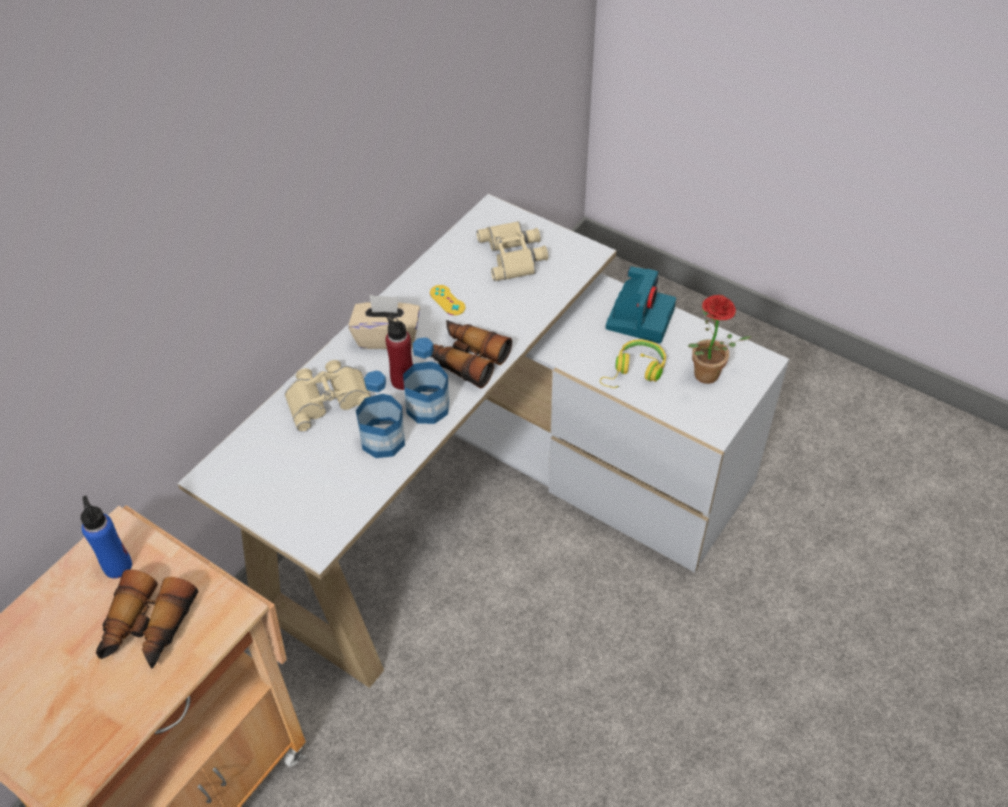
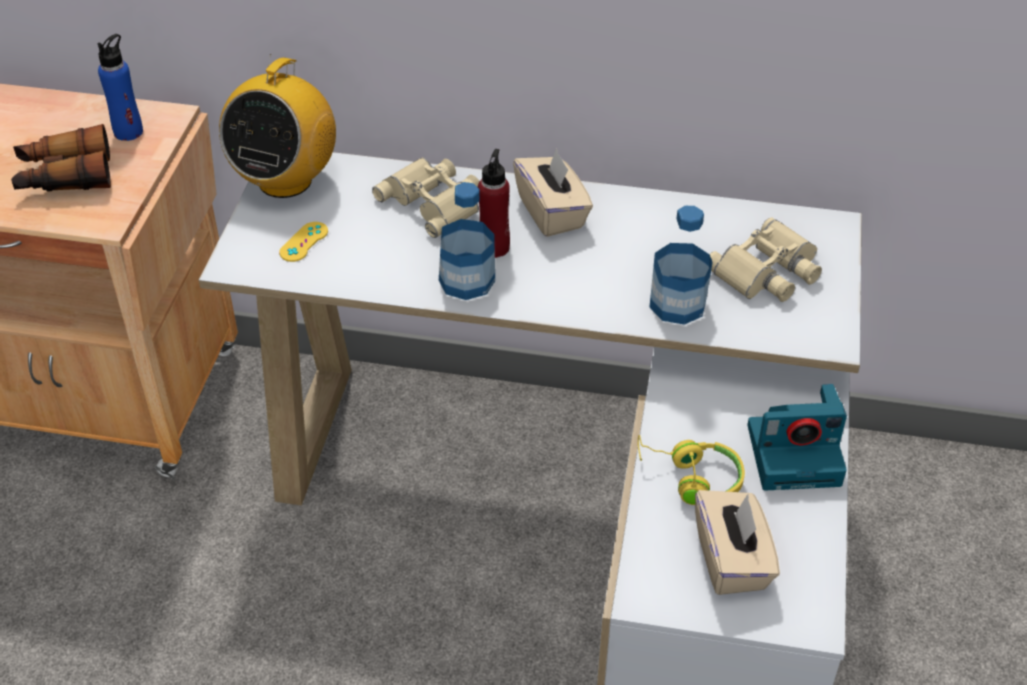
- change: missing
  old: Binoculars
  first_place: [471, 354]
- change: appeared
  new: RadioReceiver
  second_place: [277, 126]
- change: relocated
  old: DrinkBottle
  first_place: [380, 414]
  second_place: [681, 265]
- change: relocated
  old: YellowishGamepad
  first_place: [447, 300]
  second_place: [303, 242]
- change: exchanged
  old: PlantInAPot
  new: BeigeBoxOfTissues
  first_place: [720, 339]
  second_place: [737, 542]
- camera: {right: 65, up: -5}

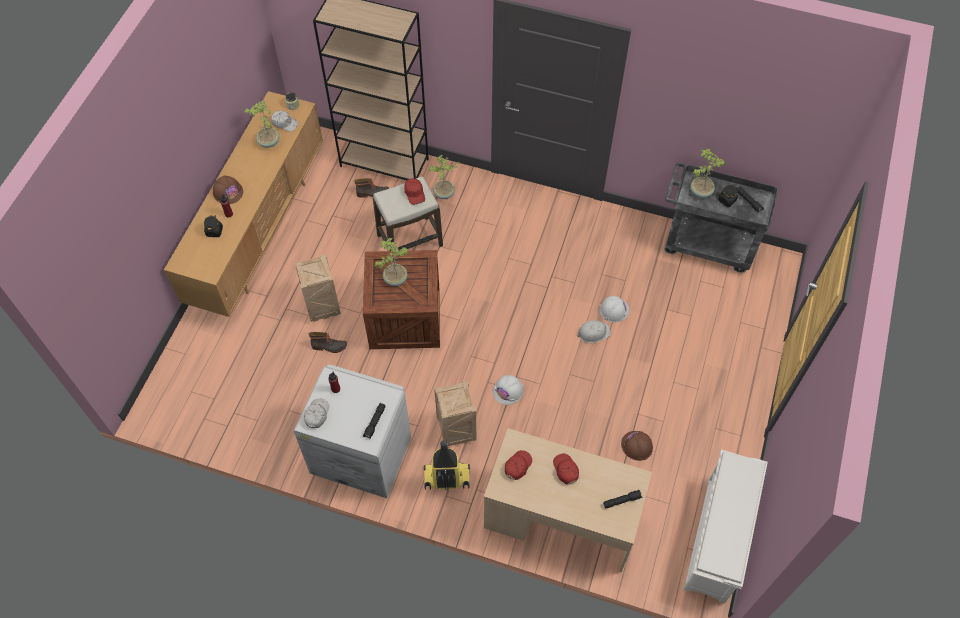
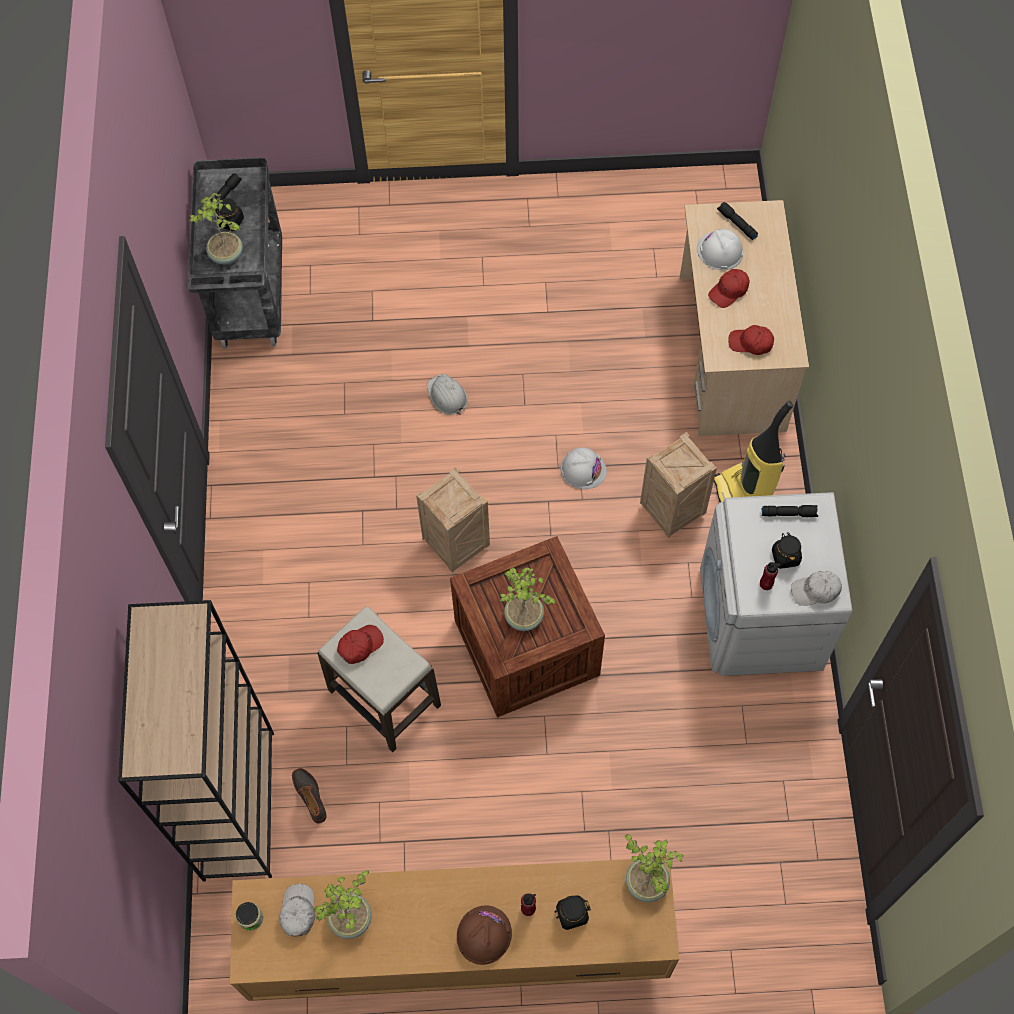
- change: missing
  old: TallBoot
  first_place: [328, 342]
- change: missing
  old: BrownSafetyHelmet
  first_place: [637, 446]
- change: missing
  old: WhiteColouredShoeRack
  first_place: [725, 527]
- change: appeared
  new: BlackPreserveJar
  second_place: [787, 550]
- change: relocated
  old: ShippingCrate
  first_place: [317, 288]
  second_place: [453, 520]
- change: relocated
  old: PlantInAPot
  first_place: [445, 177]
  second_place: [654, 868]
- change: relocated
  old: WhiteColouredSafetyHelmet
  first_place: [614, 309]
  second_place: [720, 249]
- camera: {right: -110, up: 5}

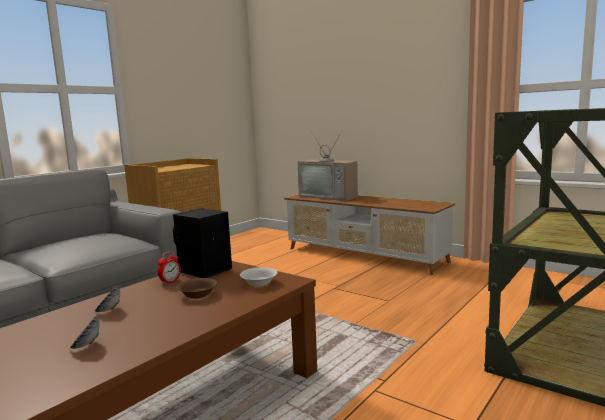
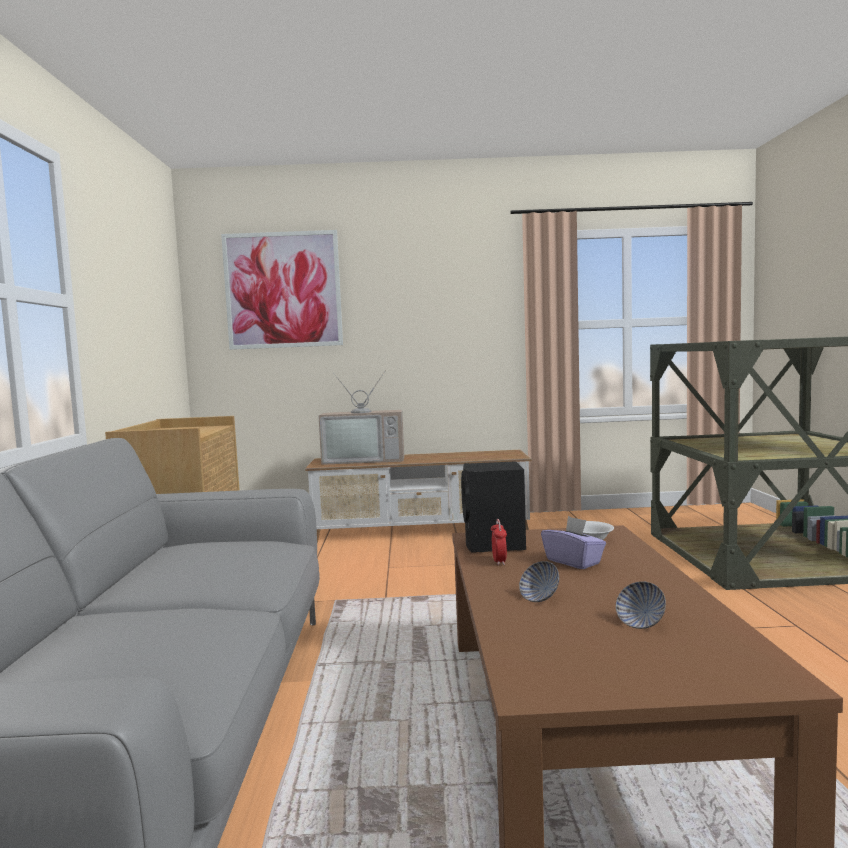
- change: appeared
  new: WallArt
  second_place: [282, 290]
- change: exchanged
  old: BrownBowl
  new: PurpleColouredBoxOfTissues
  first_place: [197, 288]
  second_place: [573, 542]
- camera: {right: -40, up: -5}

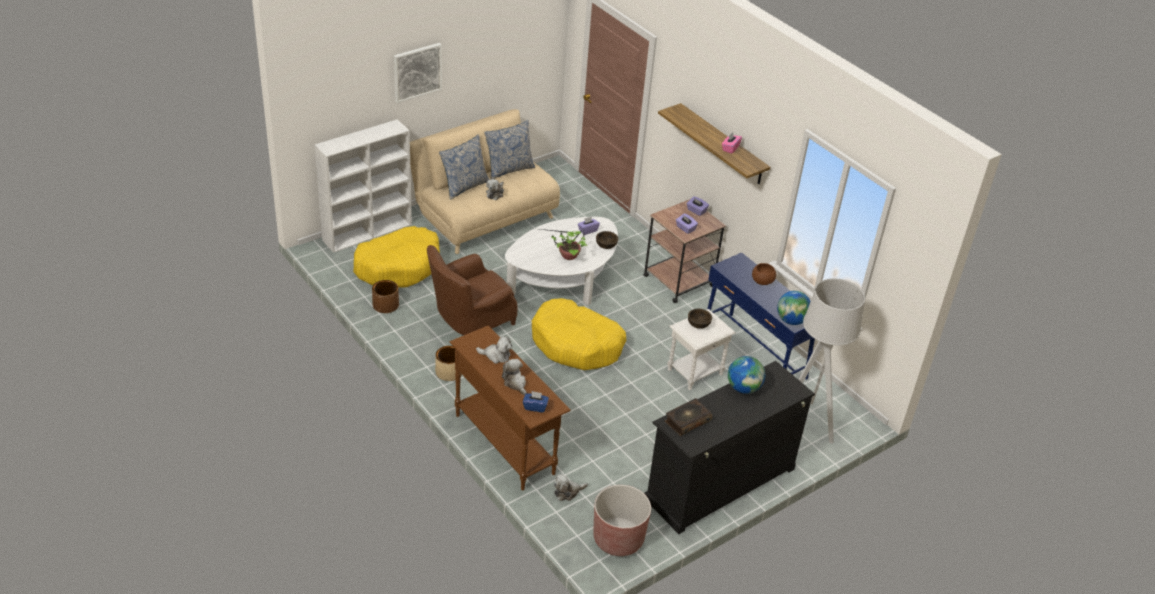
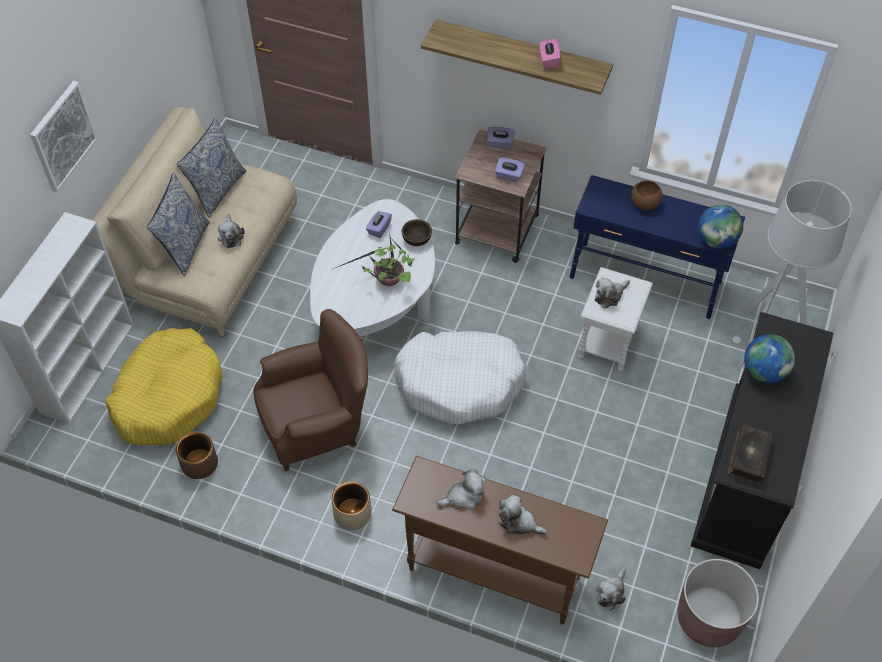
- change: missing
  old: BluishBoxOfTissues
  first_place: [536, 402]
- change: exchanged
  old: BrownBowl
  new: CuddlyToy
  first_place: [700, 319]
  second_place: [612, 293]
- change: colour
  old: YellowishDogCushion
  new: WhiteColouredDogCushion
  first_place: [579, 334]
  second_place: [460, 377]
- change: spun
  old: BrownArmchair
  first_place: [472, 290]
  second_place: [310, 390]
  degrees: -135
- camera: {right: -30, up: 15}

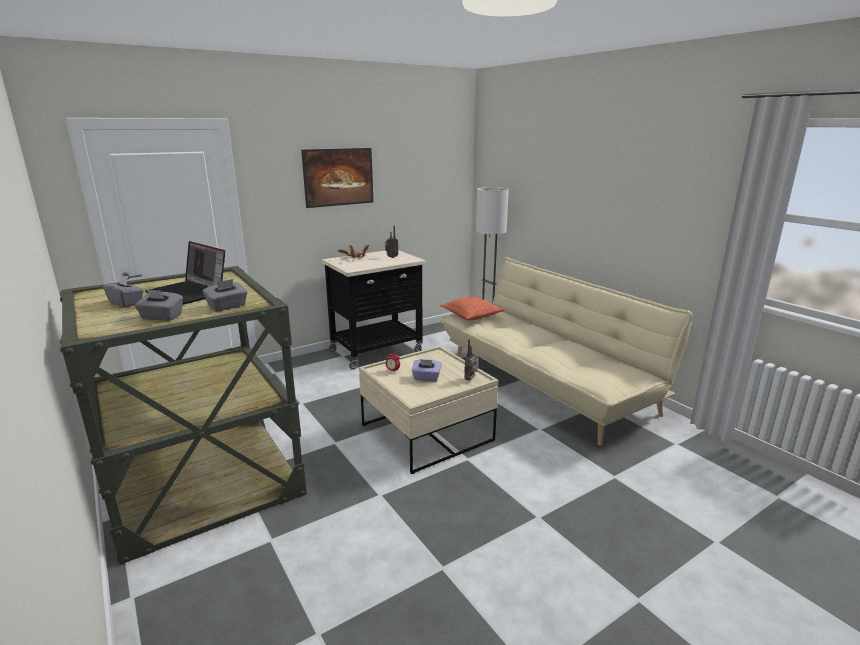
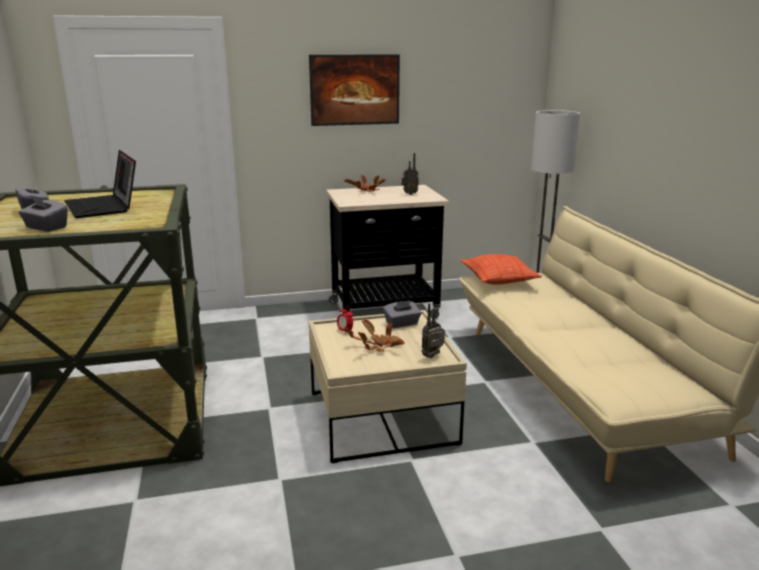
- change: relocated
  old: GreyishBoxOfTissues
  first_place: [225, 295]
  second_place: [402, 314]
- change: exchanged
  old: PurpleColouredBoxOfTissues
  new: PlantInAPot
  first_place: [427, 370]
  second_place: [375, 336]
- camera: {right: 20, up: 0}

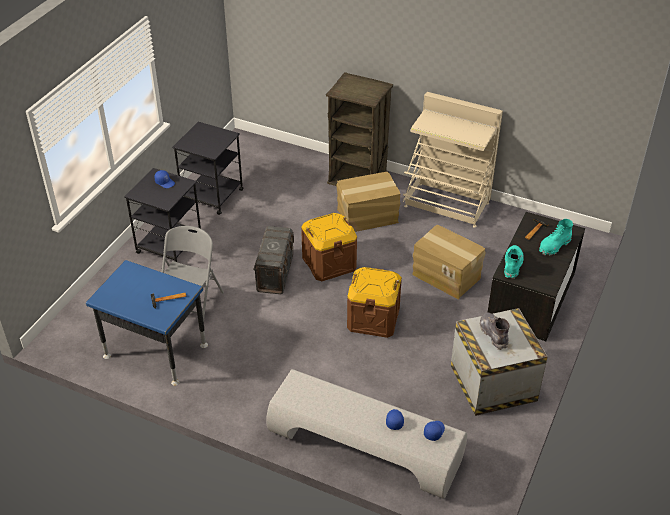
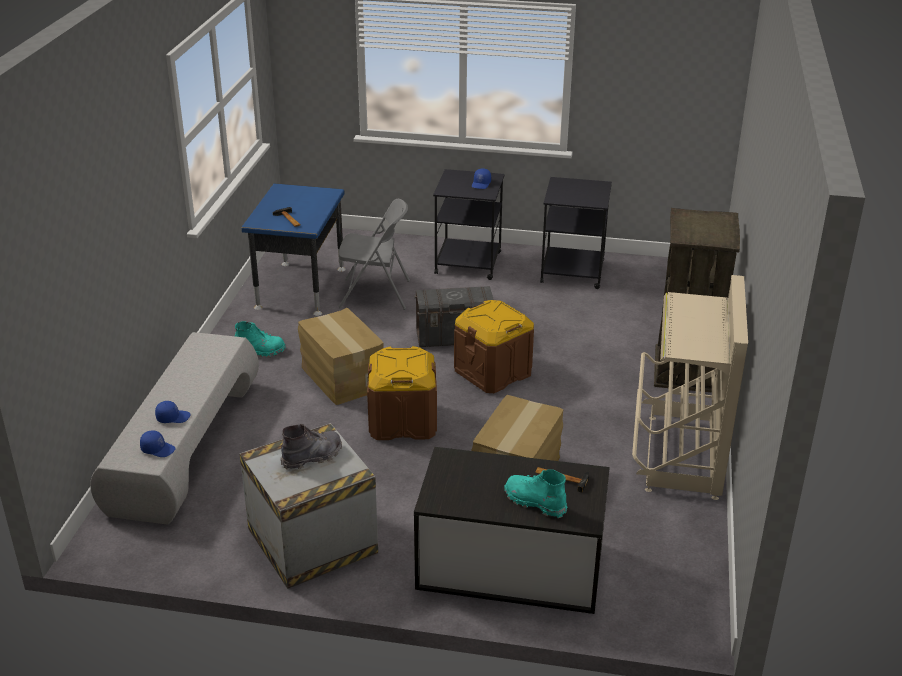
- change: relocated
  old: PackingBox
  first_place: [368, 202]
  second_place: [341, 356]
- change: relocated
  old: TurquoiseColouredTallBoot
  first_place: [514, 262]
  second_place: [260, 339]
- camera: {right: 75, up: -10}

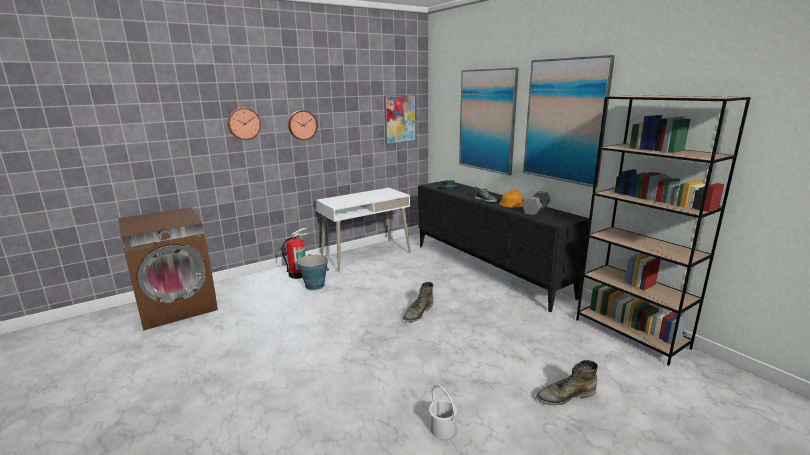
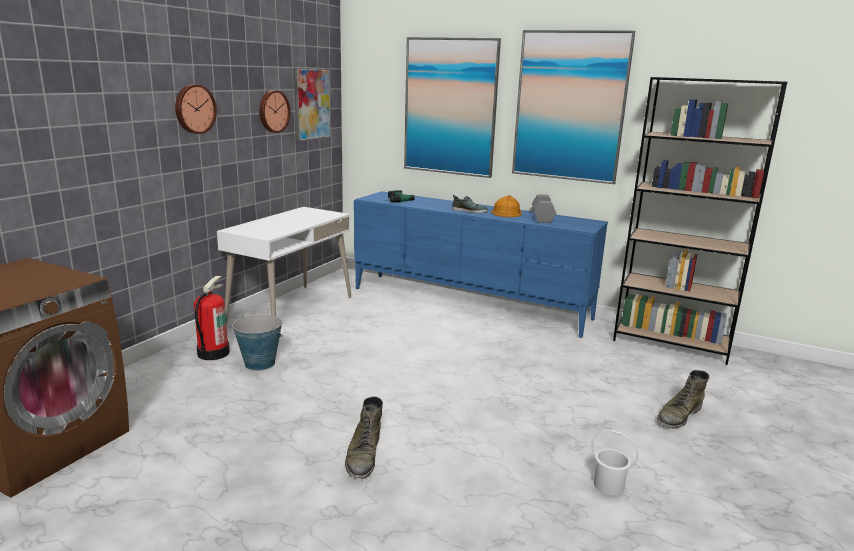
- change: relocated
  old: WallClock
  first_place: [244, 124]
  second_place: [275, 111]
- change: relocated
  old: GreenTallBoot
  first_place: [418, 302]
  second_place: [364, 437]
- change: colour
  old: BlackStorageCabinet
  new: BluishStorageCabinet
  first_place: [503, 246]
  second_place: [481, 264]
- camera: {right: -30, up: 0}

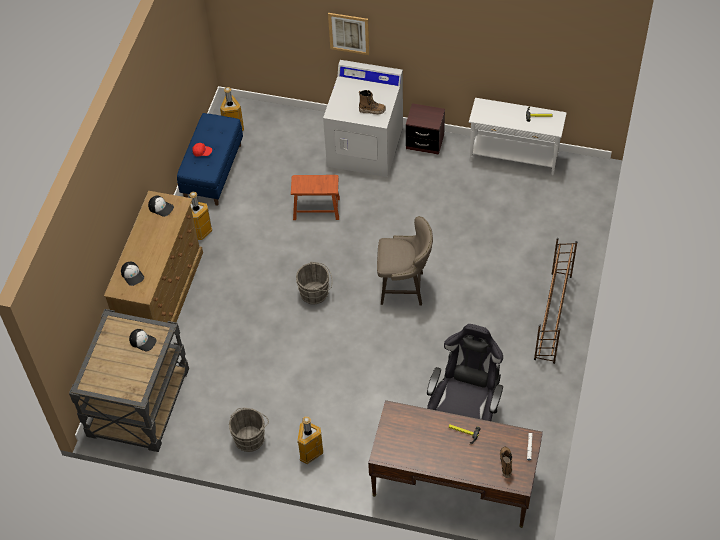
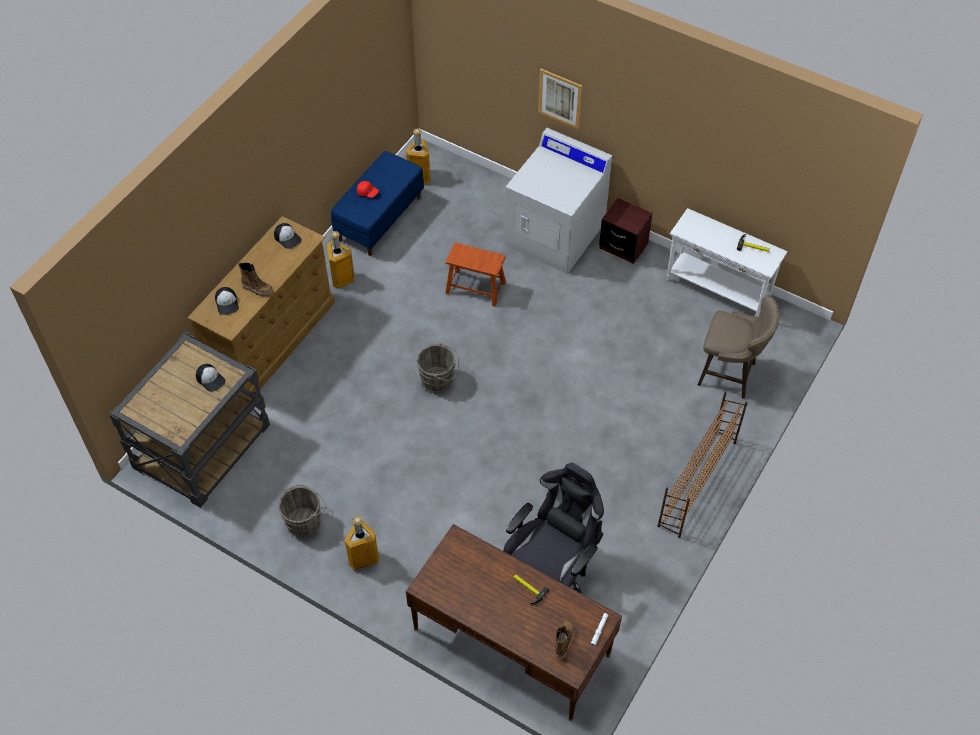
- change: relocated
  old: TallBoot
  first_place: [372, 102]
  second_place: [255, 279]
- change: relocated
  old: BeigeStoolSeat
  first_place: [405, 261]
  second_place: [739, 347]
- camera: {right: 15, up: 0}

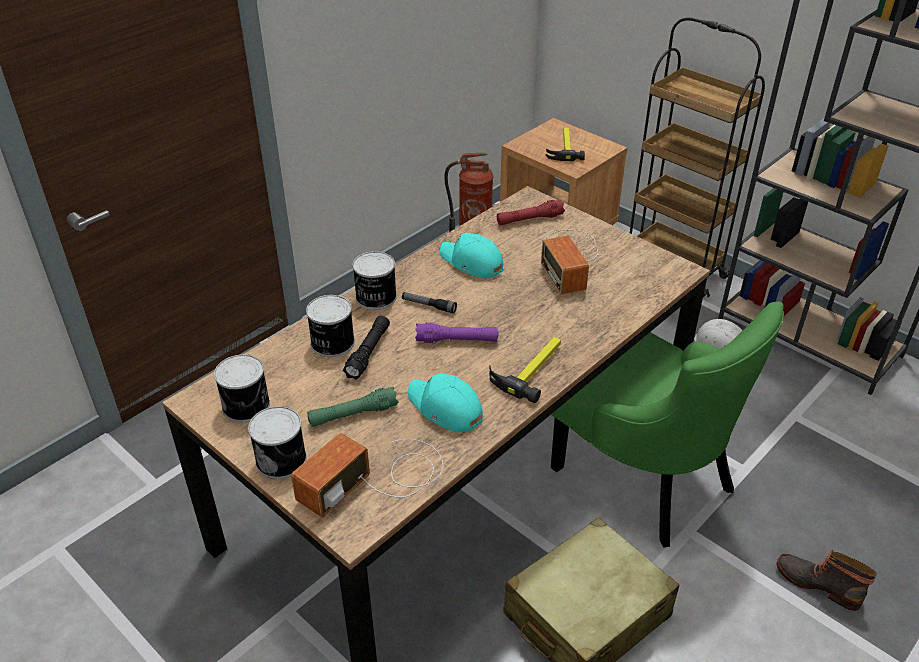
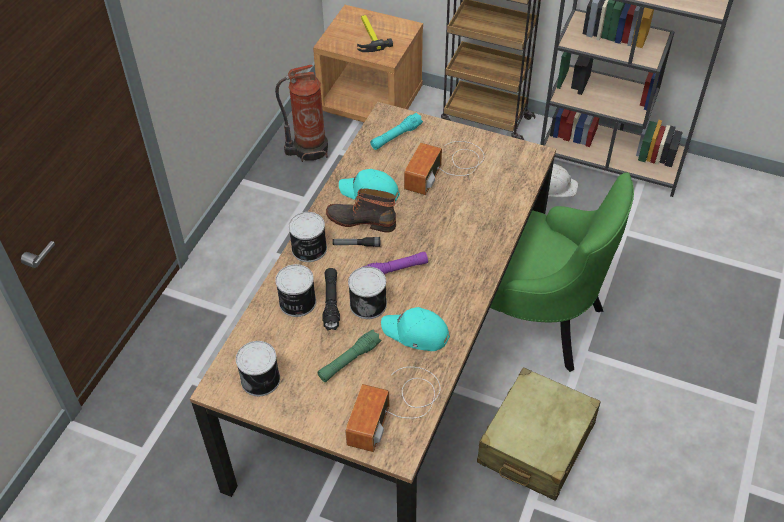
- change: missing
  old: Hammer
  first_place: [525, 370]
- change: relocated
  old: Can
  first_place: [277, 442]
  second_place: [367, 292]
- change: relocated
  old: TallBoot
  first_place: [827, 580]
  second_place: [361, 210]
- change: colour
  old: ReddishHandTorch
  new: TurquoiseColouredHandTorch
  first_place: [531, 213]
  second_place: [396, 131]
- change: spun
  old: RadioReceiver
  first_place: [569, 262]
  second_place: [444, 168]
  degrees: 60
- camera: {right: -20, up: 10}

